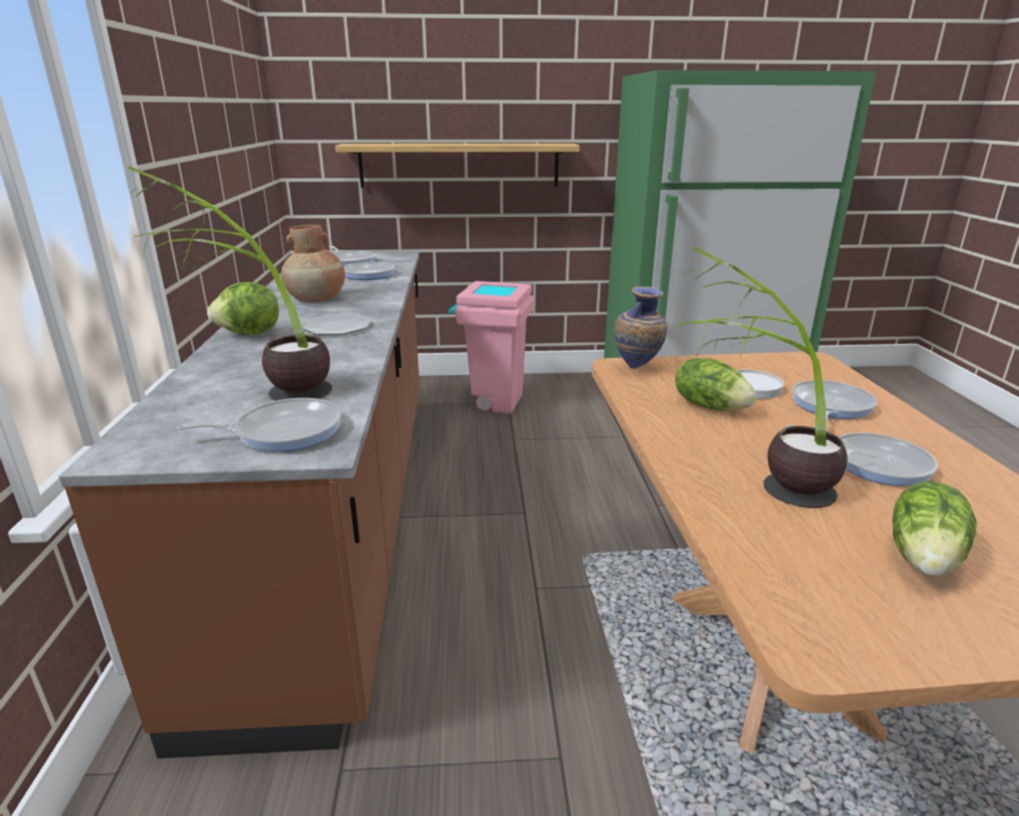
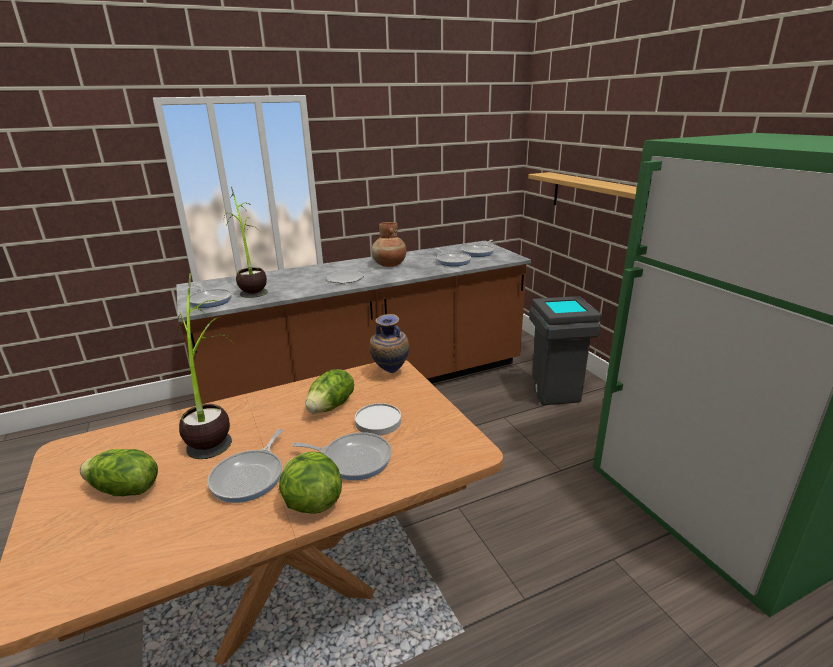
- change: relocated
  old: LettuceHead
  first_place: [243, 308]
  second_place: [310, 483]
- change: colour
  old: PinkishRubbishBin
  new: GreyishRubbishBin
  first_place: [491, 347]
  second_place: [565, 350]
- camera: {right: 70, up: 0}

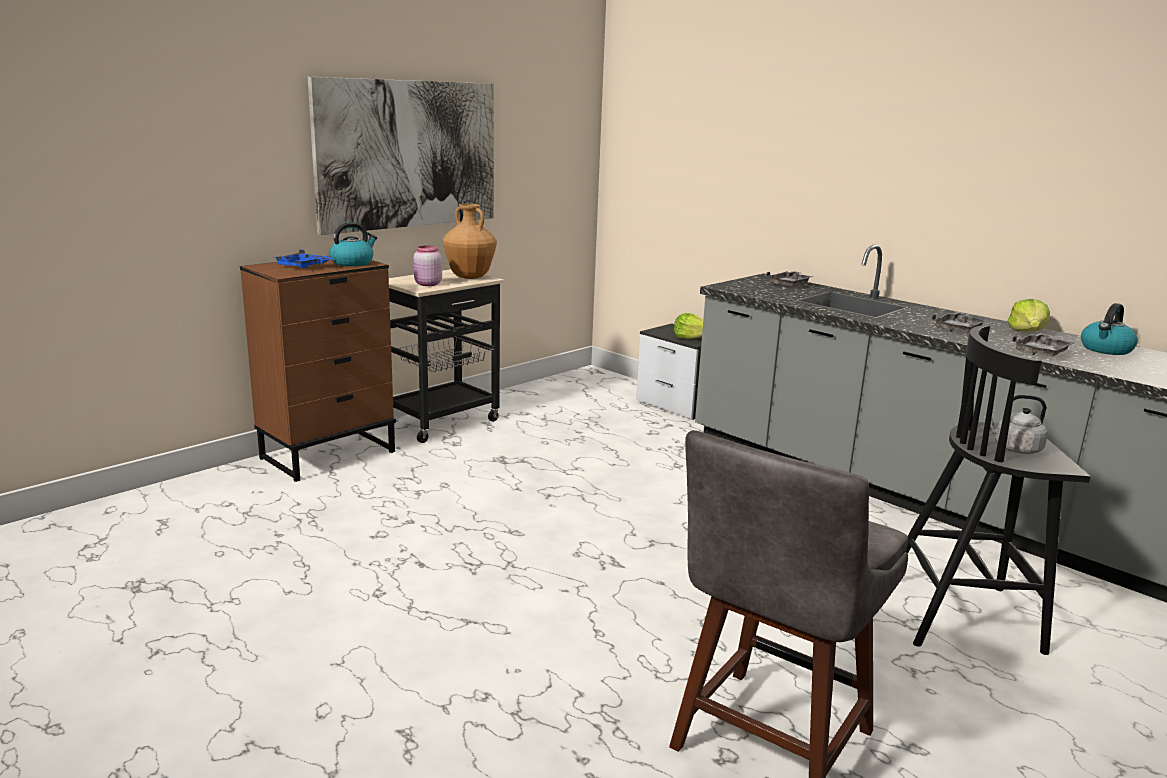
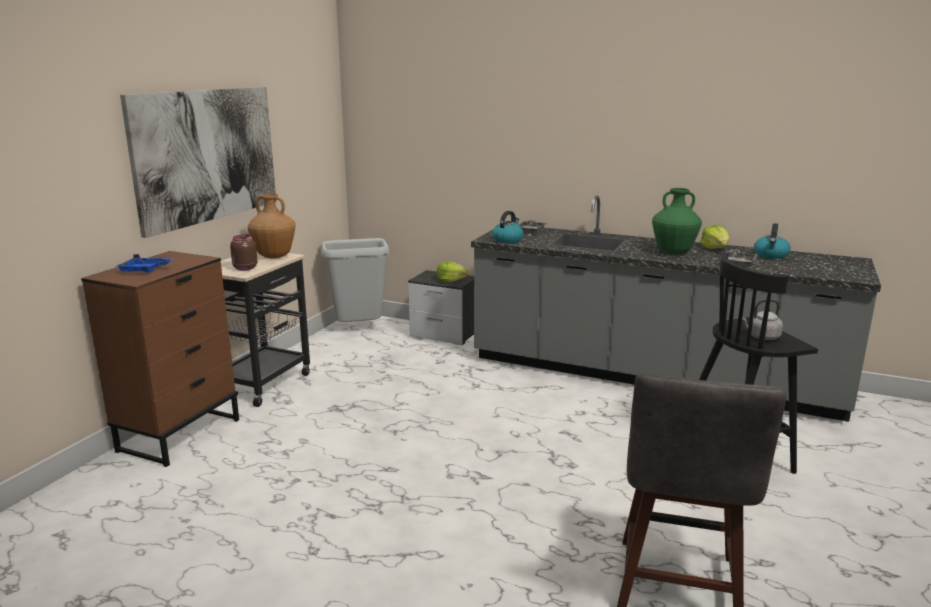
- change: appeared
  new: GreyishRubbishBin
  second_place: [355, 280]
- change: relocated
  old: WaterKettle
  first_place: [353, 244]
  second_place: [507, 227]
- change: exchanged
  old: GreyishTray
  new: GreenVase
  first_place: [959, 322]
  second_place: [677, 221]
- change: colour
  old: PinkishPreserveJar
  new: BrownPreserveJar
  first_place: [427, 265]
  second_place: [243, 252]
- camera: {right: -20, up: 0}

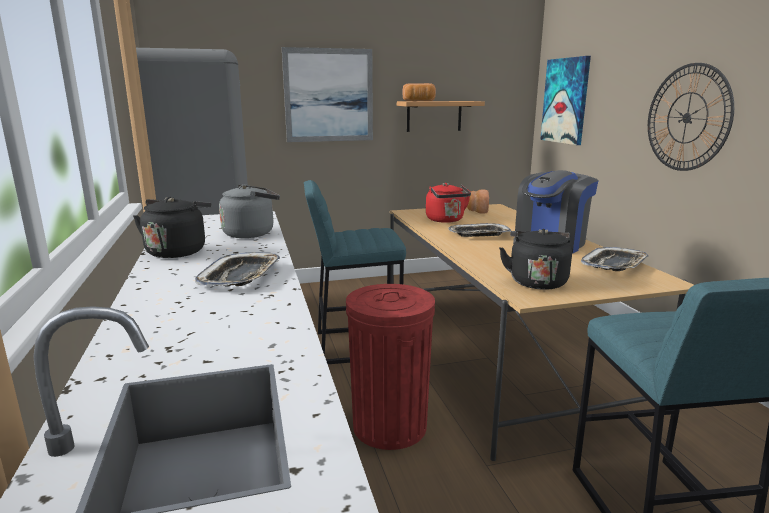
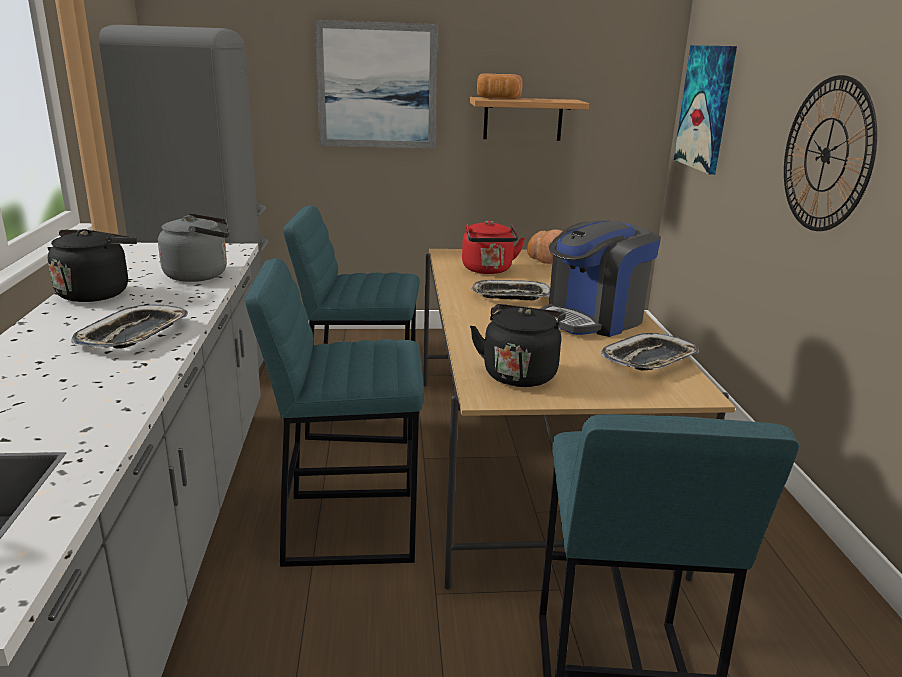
- change: exchanged
  old: ReddishRubbishBin
  new: TurquoiseColouredStoolSeat
  first_place: [390, 367]
  second_place: [334, 412]
- camera: {right: 10, up: 5}

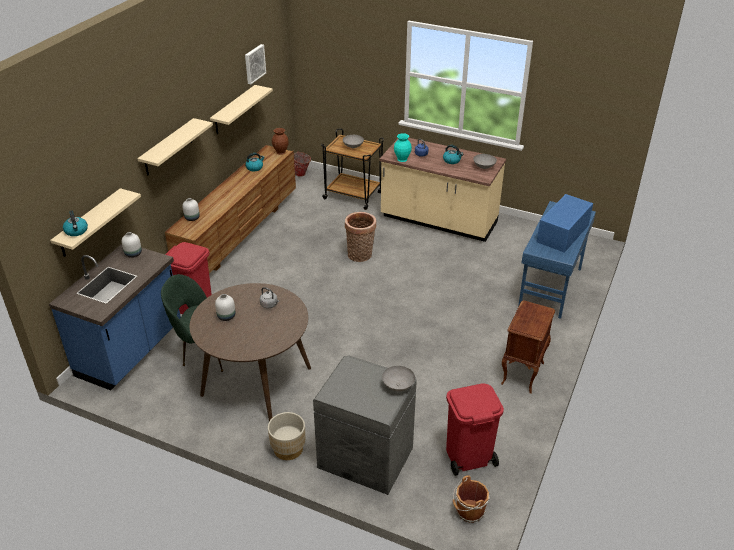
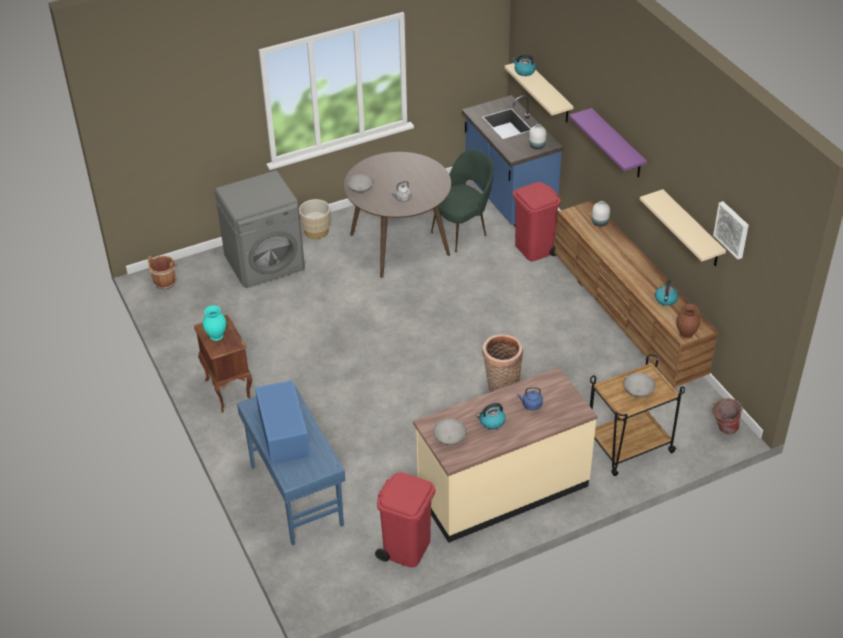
- change: missing
  old: WhiteColouredVase
  first_place: [225, 307]
- change: relocated
  old: GreyishBowl
  first_place: [398, 378]
  second_place: [360, 183]
- change: relocated
  old: TurquoiseColouredVase
  first_place: [403, 147]
  second_place: [214, 323]
- change: relocated
  old: ReddishRubbishBin
  first_place: [475, 430]
  second_place: [405, 520]
- change: colour
  old: BeigeShelf
  new: PurpleColouredShelf
  first_place: [175, 147]
  second_place: [608, 143]
- camera: {right: 130, up: 5}

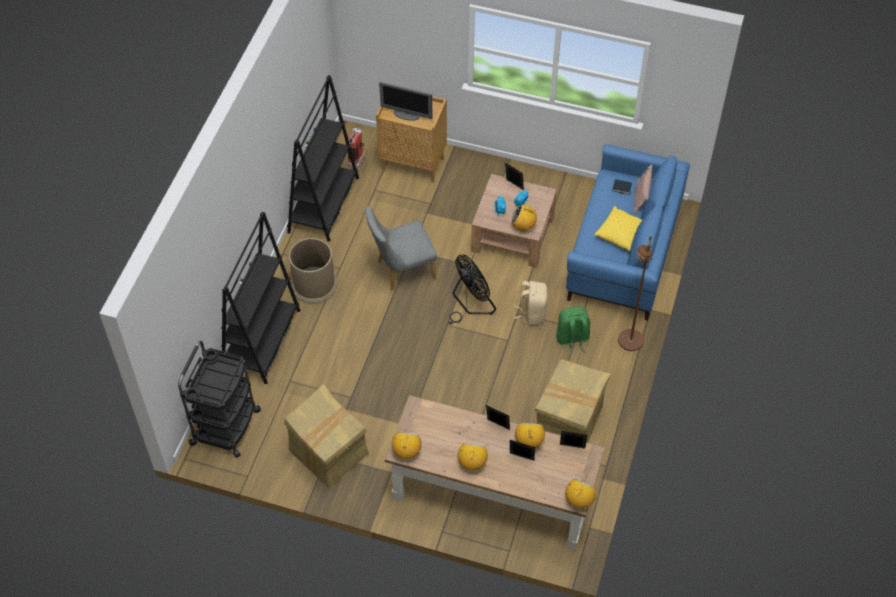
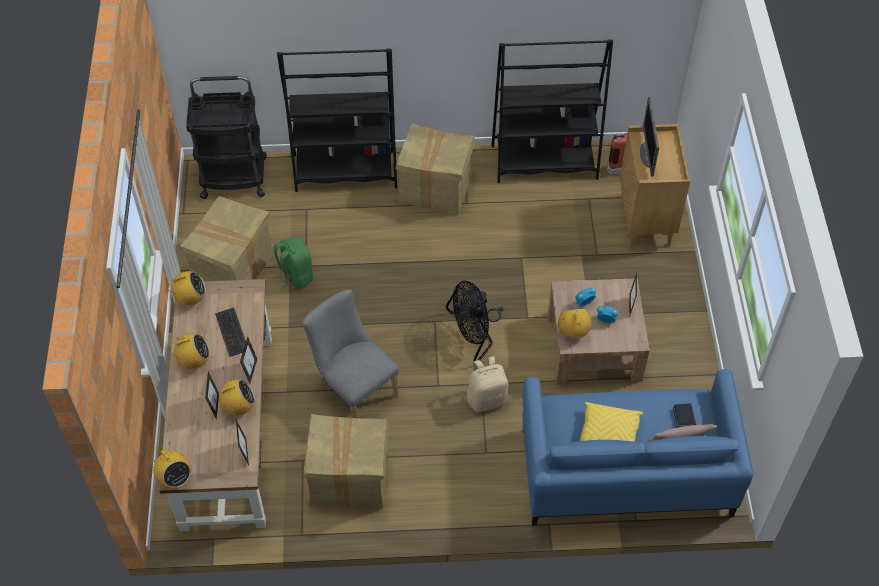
- change: missing
  old: BrownStandardLamp
  first_place: [635, 293]
- change: appeared
  new: PcKeyboard
  second_place: [230, 332]
- change: relocated
  old: GreyishChair
  first_place: [401, 248]
  second_place: [350, 354]
- change: relocated
  old: GreenKnapsack
  first_place: [573, 330]
  second_place: [293, 263]
- change: exchanged
  old: BrownRubbishBin
  new: PackingBox
  first_place: [313, 271]
  second_place: [435, 168]
- change: spun
  old: BlackCoolingFan
  first_place: [472, 289]
  second_place: [474, 320]
  degrees: 120
- change: spun
  old: RadioReceiver
  first_place: [580, 494]
  second_place: [170, 468]
  degrees: 45
- camera: {right: 70, up: 0}

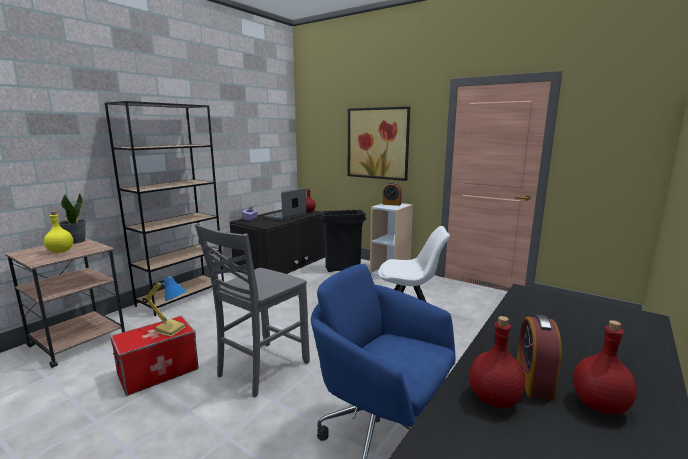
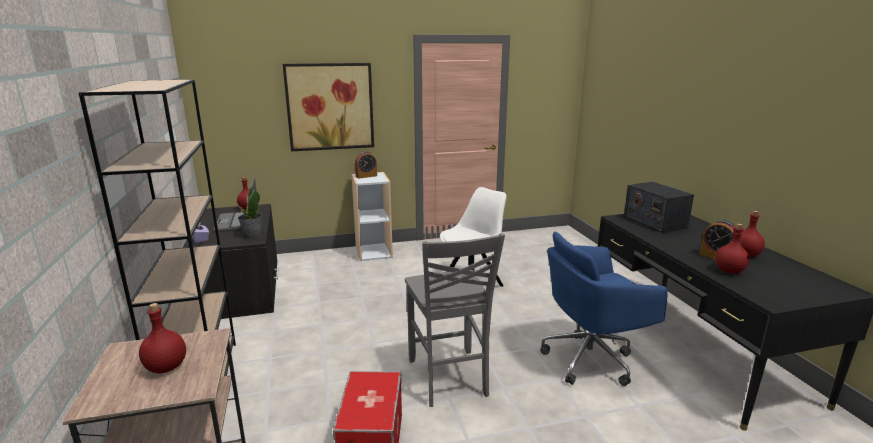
- change: missing
  old: LampForATable
  first_place: [164, 305]
- change: missing
  old: BlackRubbishBin
  first_place: [343, 240]
- change: appeared
  new: RadioReceiver
  second_place: [659, 207]
- change: relocated
  old: PlantInAPot
  first_place: [72, 218]
  second_place: [250, 213]
- change: colour
  old: YellowishDrinkBottle
  new: ReddishDrinkBottle
  first_place: [58, 232]
  second_place: [162, 338]
- camera: {right: -50, up: 5}

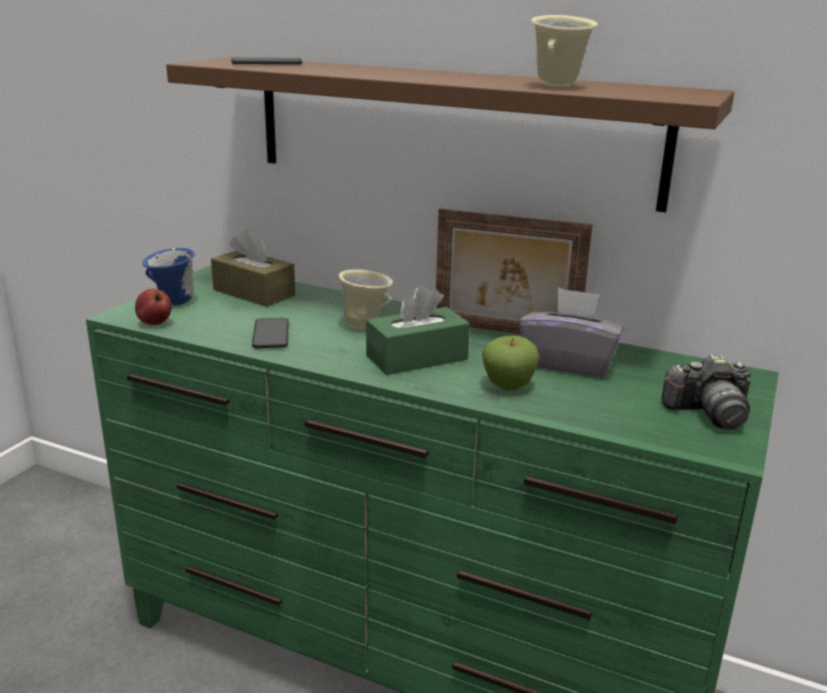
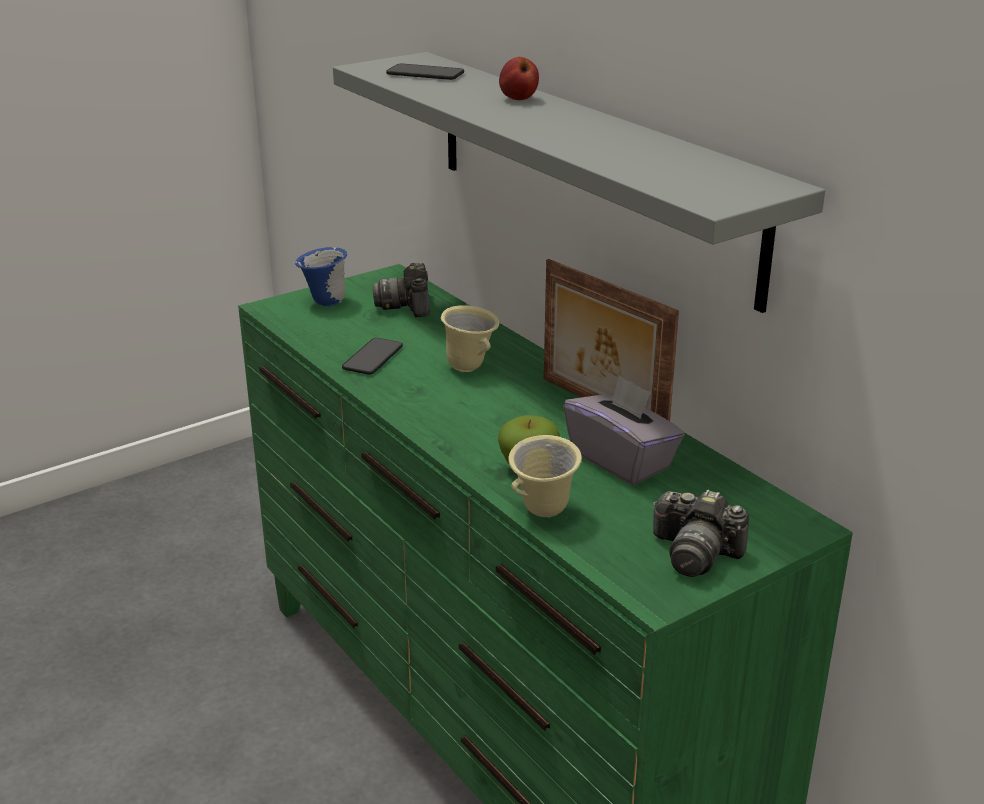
- change: missing
  old: GreenBoxOfTissues
  first_place: [418, 330]
- change: relocated
  old: Apple
  first_place: [153, 307]
  second_place: [519, 78]
- change: relocated
  old: BeigeMug
  first_place: [564, 51]
  second_place: [545, 476]
- change: exchanged
  old: BrownBoxOfTissues
  new: StillCamera
  first_place: [253, 268]
  second_place: [401, 290]
- change: colour
  old: BrownShelf
  new: GreyishShelf
  first_place: [450, 135]
  second_place: [579, 182]
- camera: {right: 30, up: 5}

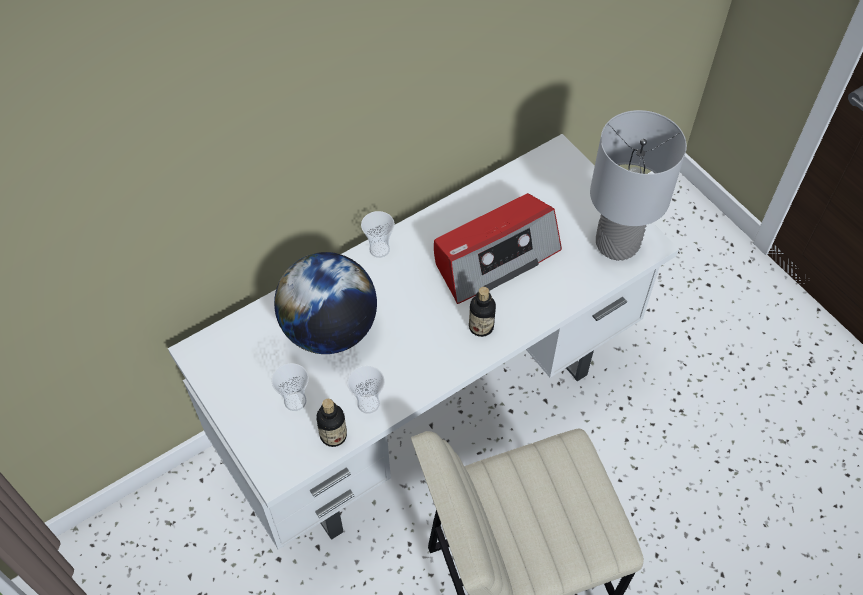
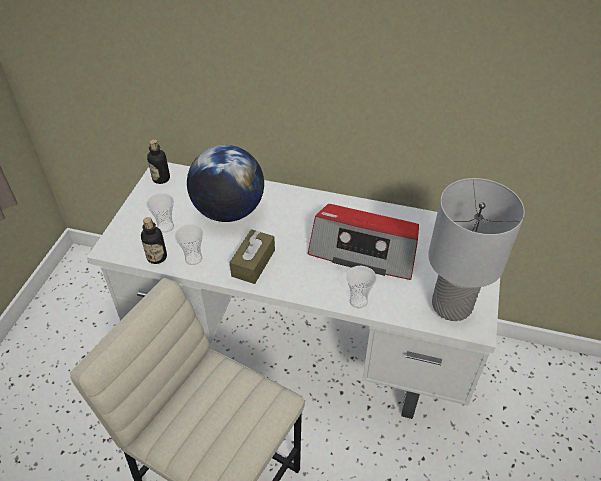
- change: appeared
  new: BrownBoxOfTissues
  second_place: [252, 256]
- change: relocated
  old: DrinkingCup
  first_place: [378, 234]
  second_place: [361, 287]
- change: relocated
  old: DrinkBottle
  first_place: [482, 312]
  second_place: [158, 161]
- camera: {right: 50, up: -10}

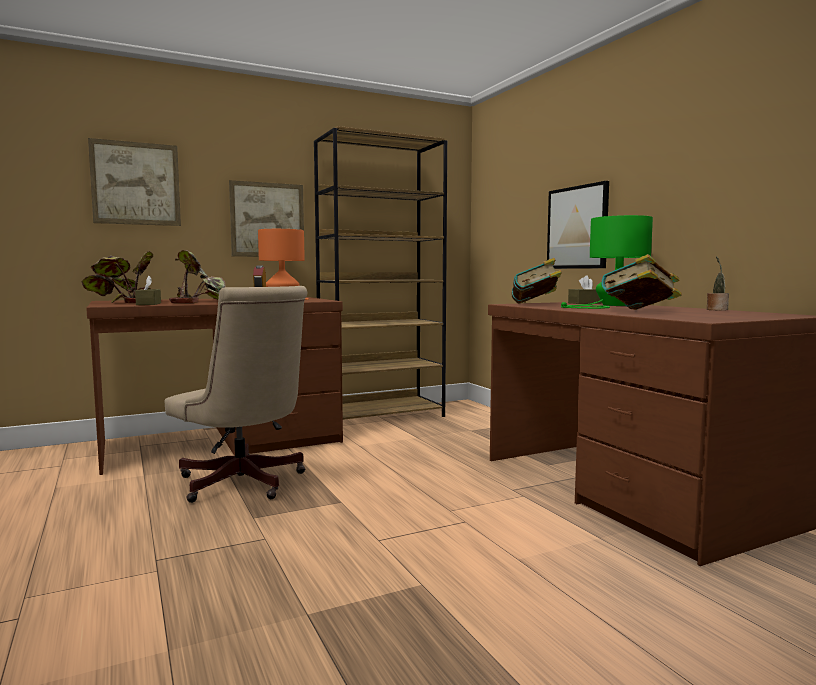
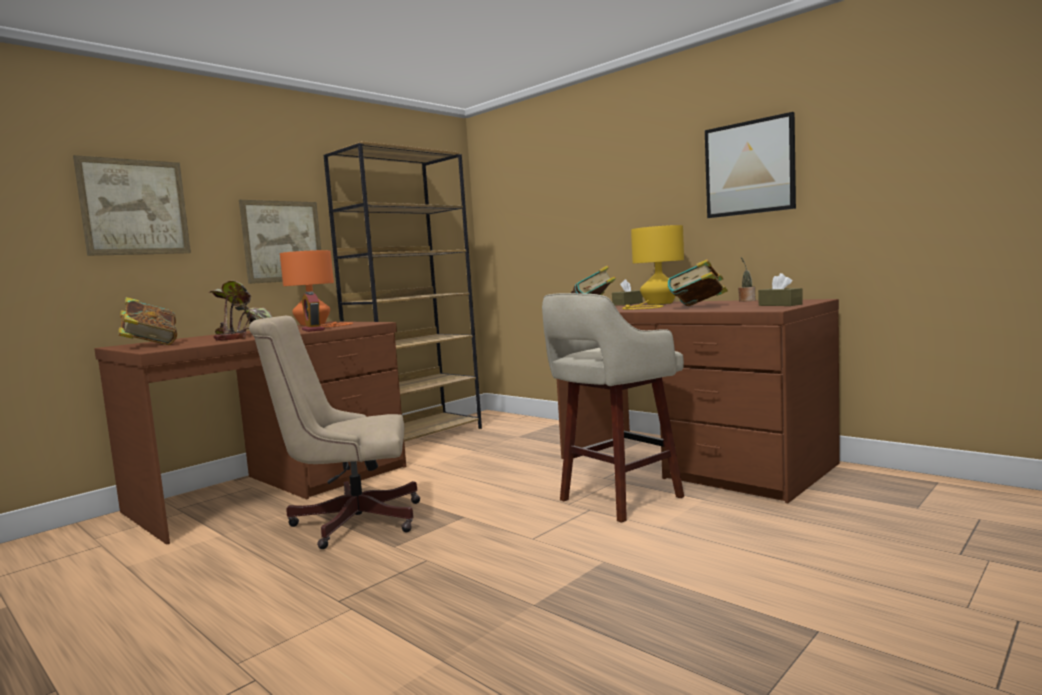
- change: appeared
  new: BeigeStoolSeat
  second_place: [613, 408]
- change: relocated
  old: BrownBoxOfTissues
  first_place: [148, 290]
  second_place: [780, 289]
- change: relocated
  old: WallArt
  first_place: [578, 225]
  second_place: [750, 165]
- change: exchanged
  old: PlantInAPot
  new: Book
  first_place: [117, 277]
  second_place: [147, 321]
- change: colour
  old: GreenLampForATable
  new: YellowishLampForATable
  first_place: [607, 262]
  second_place: [653, 267]
- change: spun
  old: BeigeDeskChair
  first_place: [235, 394]
  second_place: [334, 432]
  degrees: 150
- camera: {right: -20, up: 0}

